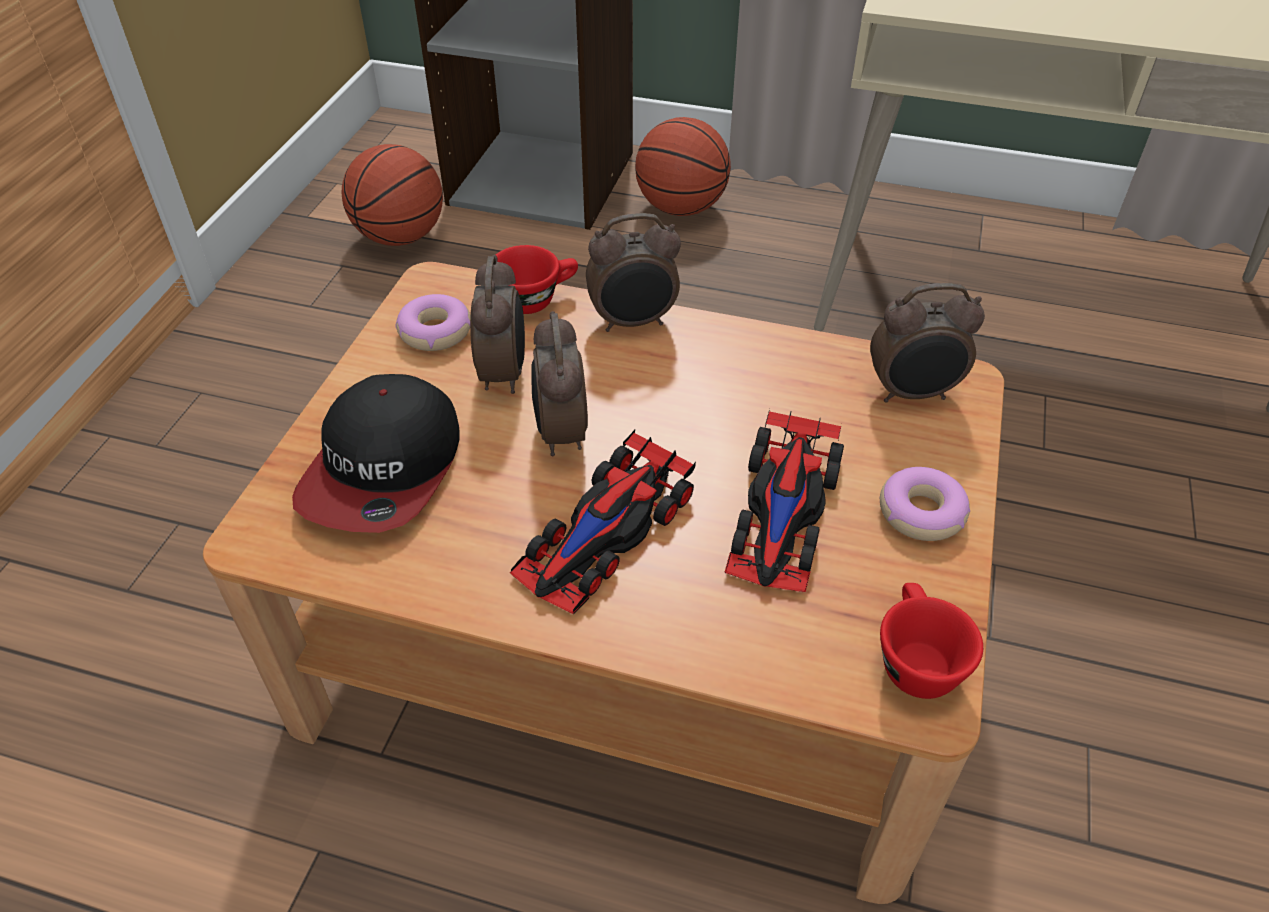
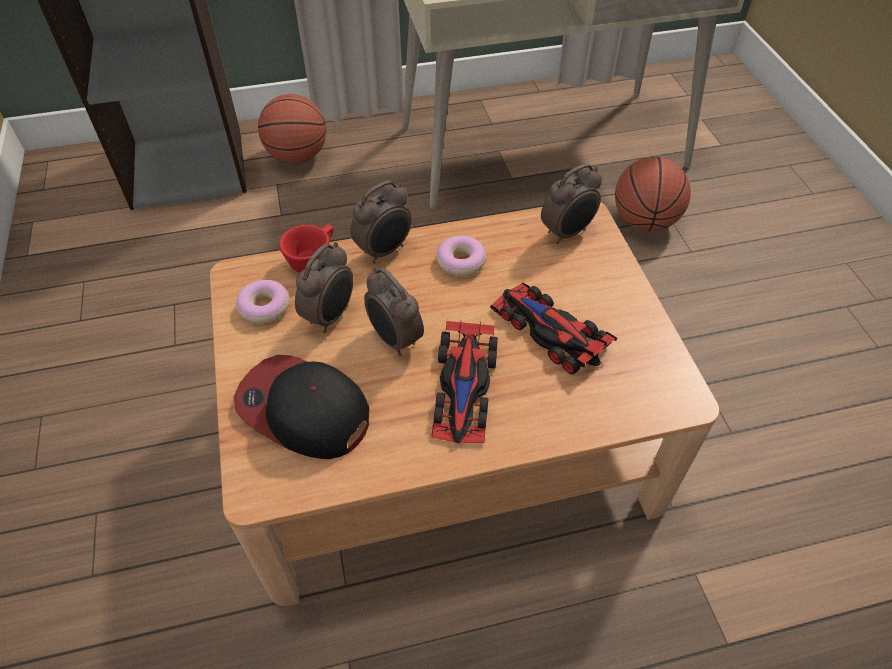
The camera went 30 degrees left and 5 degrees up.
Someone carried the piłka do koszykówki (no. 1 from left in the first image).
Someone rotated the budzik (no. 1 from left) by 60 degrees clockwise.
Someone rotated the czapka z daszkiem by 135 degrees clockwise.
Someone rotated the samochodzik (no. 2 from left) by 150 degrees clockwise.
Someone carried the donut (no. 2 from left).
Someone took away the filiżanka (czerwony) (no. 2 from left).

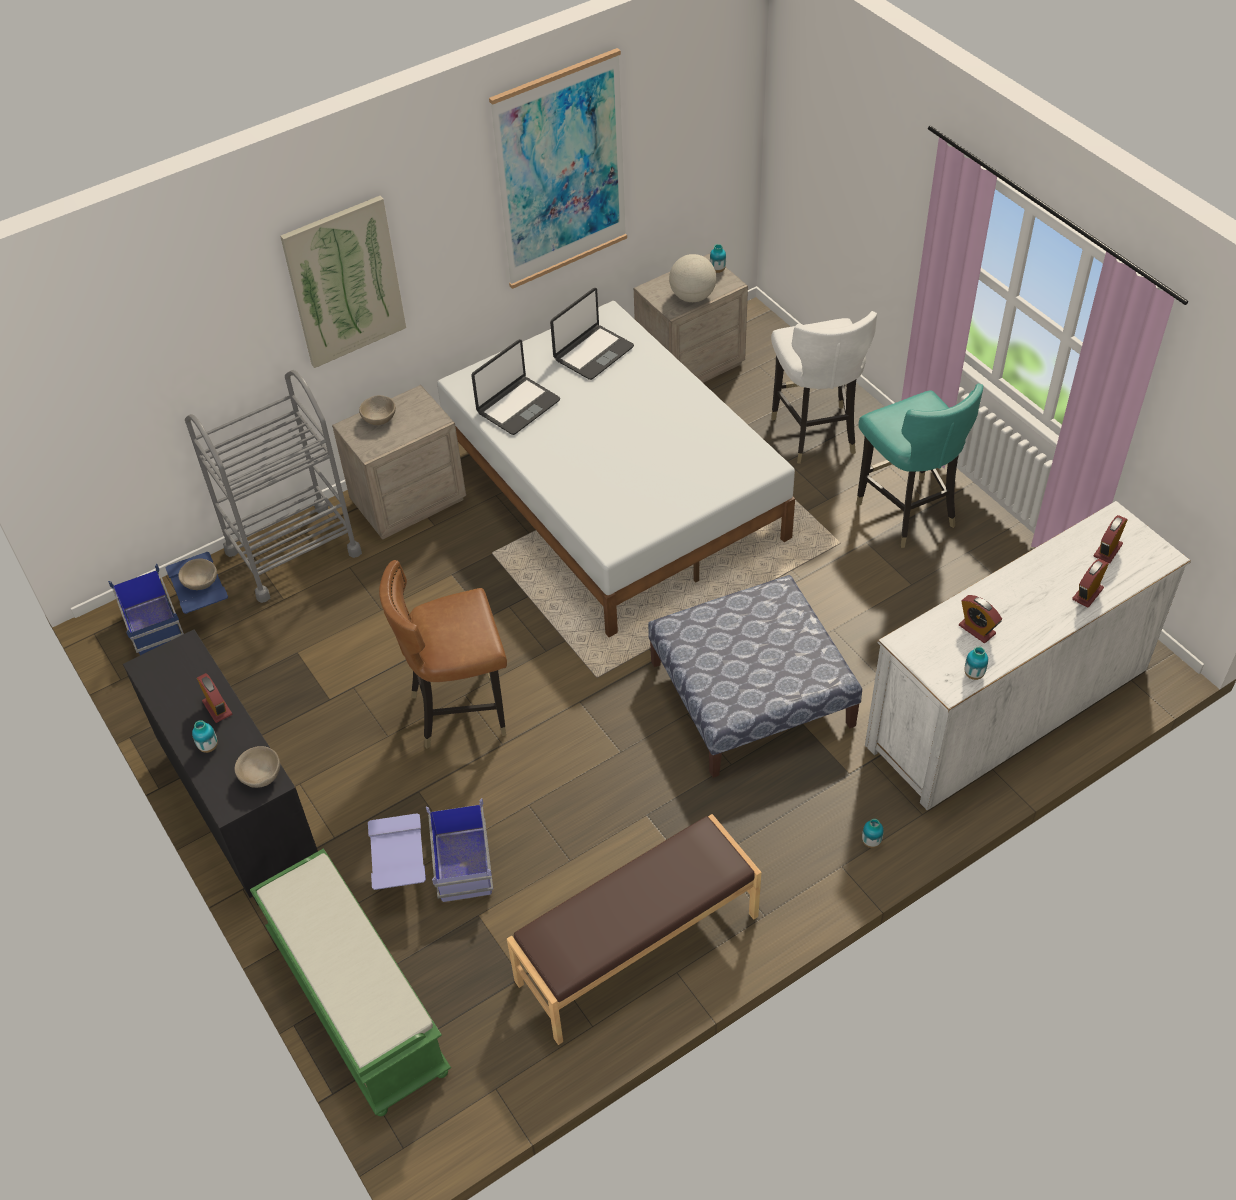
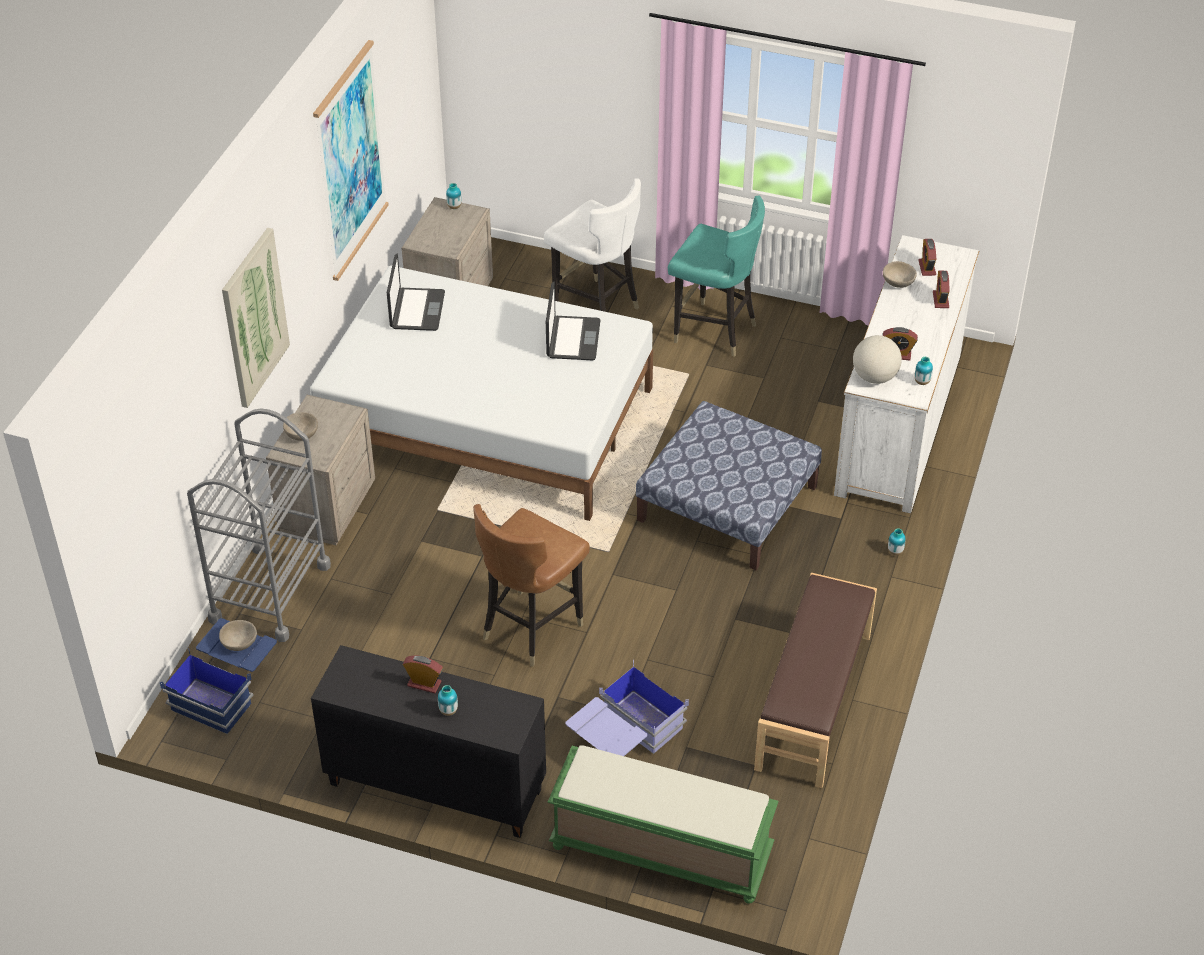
The camera went 40 degrees left and 5 degrees down.
Someone carried the globus.
Someone carried the laptop (no. 1 from left in the first image).
Someone carried the miska (beżowy) (no. 2 from left in the first image).

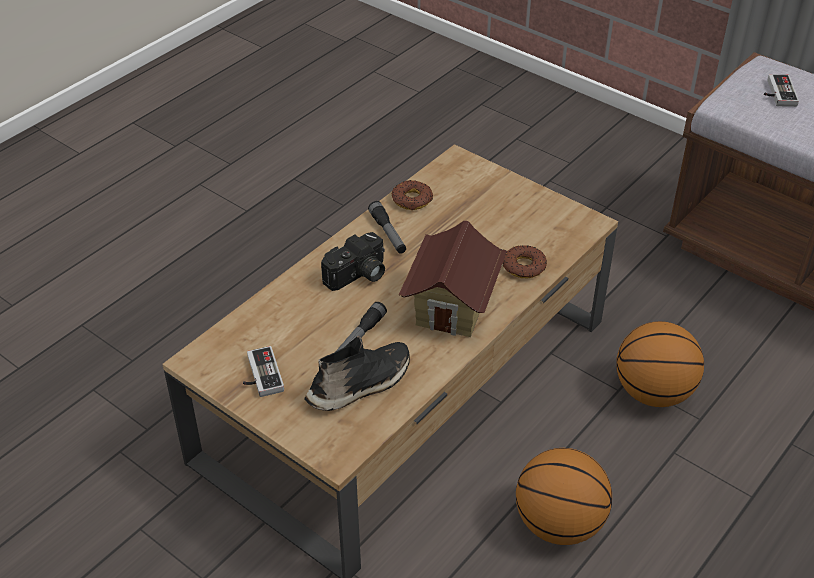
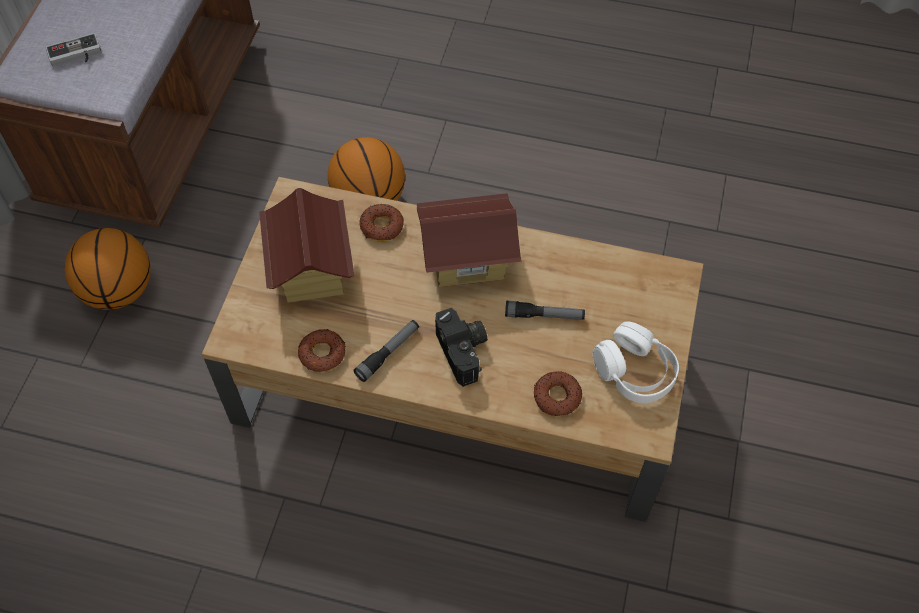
The camera went 115 degrees left and 15 degrees up.
Someone rotated the aparat fotograficzny by 45 degrees clockwise.
Someone took away the but (czarny).
Someone swapped the pad do gier (no. 1 from left) for the słuchawki (biały).
Someone carried the piłka do koszykówki (no. 1 from left).
Someone put down the domek (no. 1 from left).
Someone put down the donut (no. 3 from left).

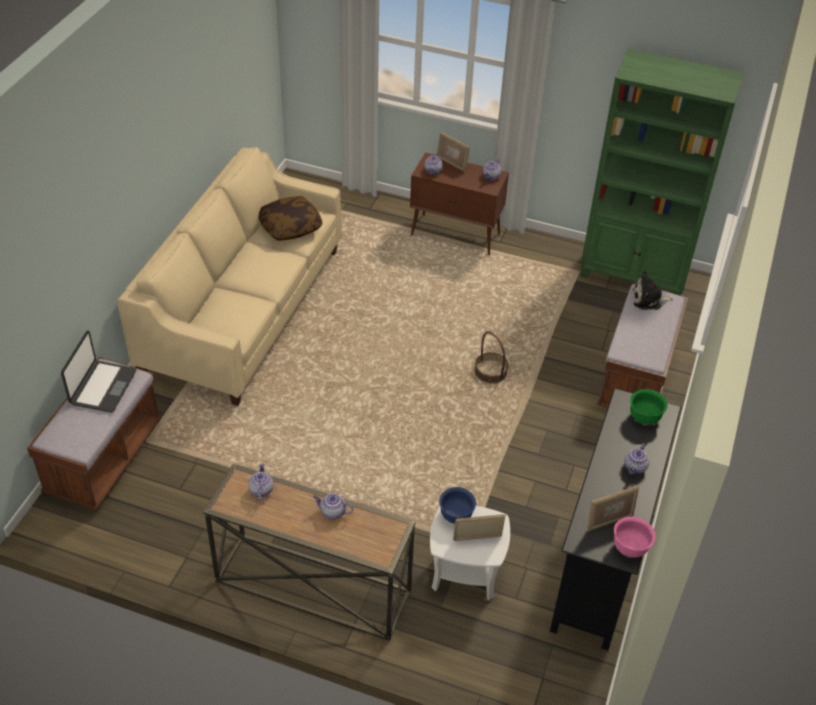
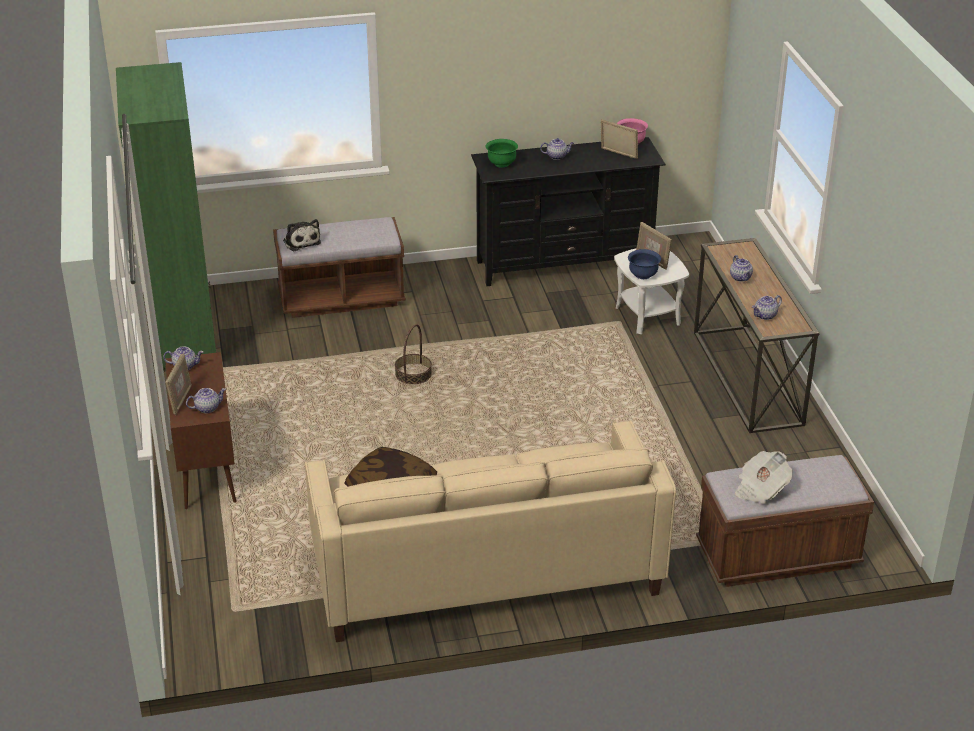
The camera went 120 degrees left and 10 degrees down.
Someone swapped the laptop for the gazeta.

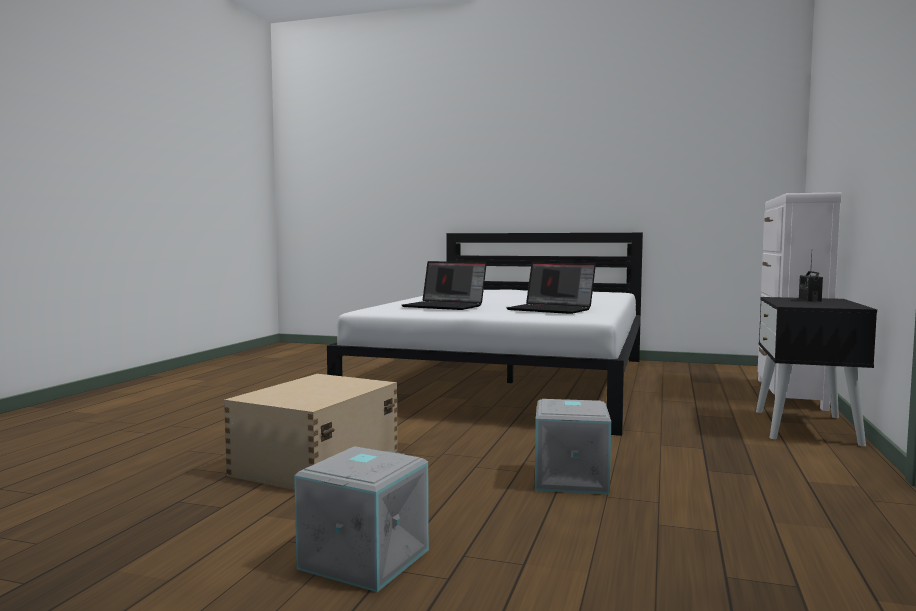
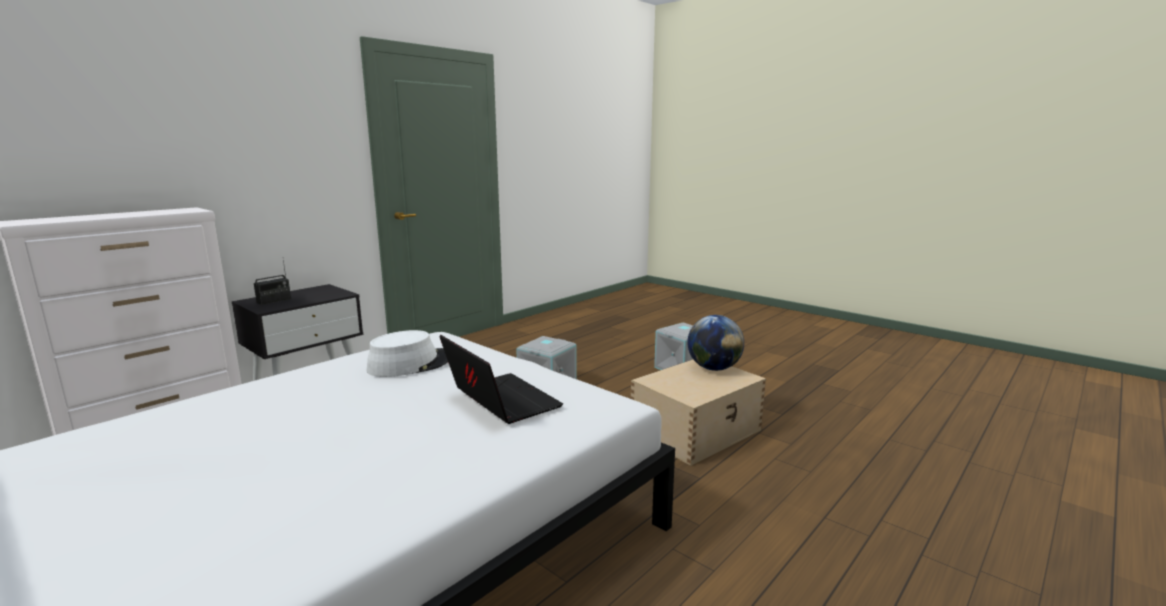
The camera went 155 degrees left and 10 degrees up.
Someone swapped the laptop (no. 2 from left) for the kapelusz (biały).
Someone put down the globus.

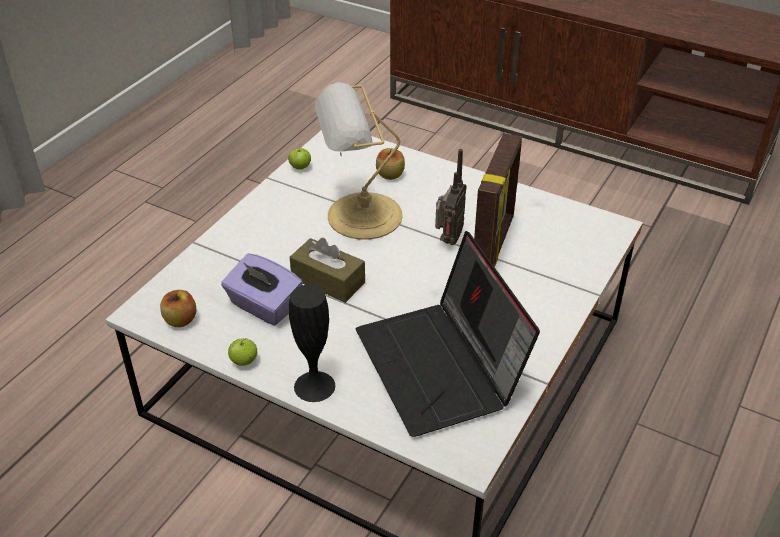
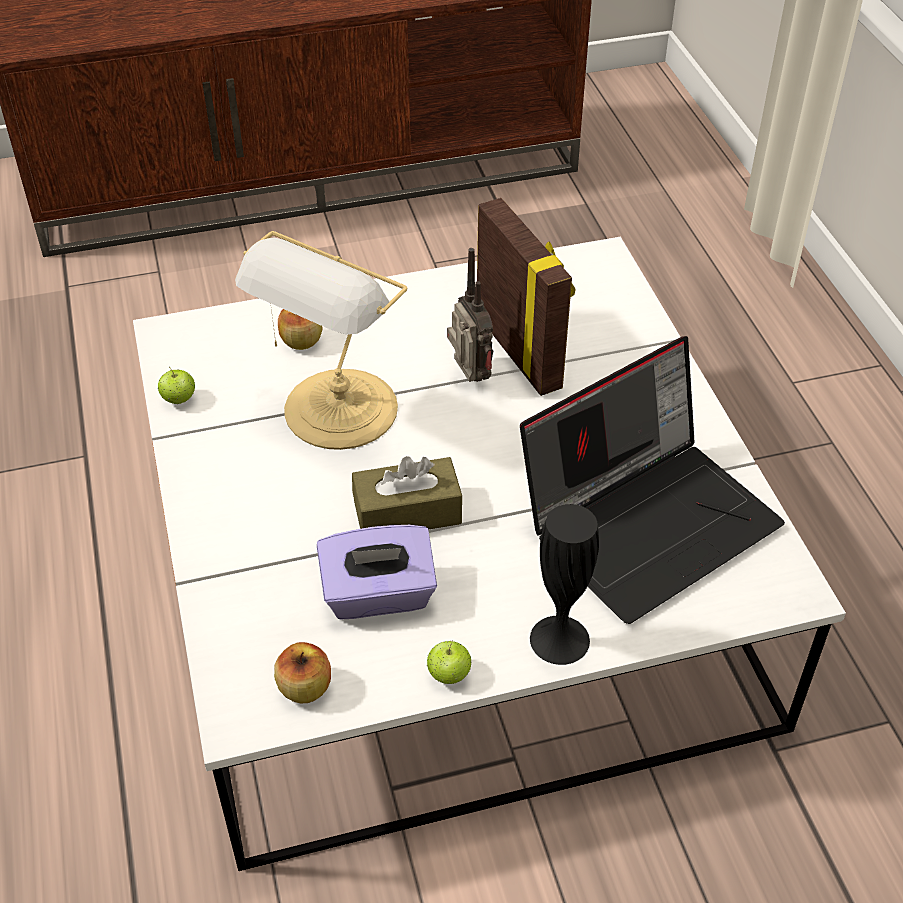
The camera went 45 degrees left and 5 degrees up.
Someone rotated the laptop by 60 degrees counterclockwise.

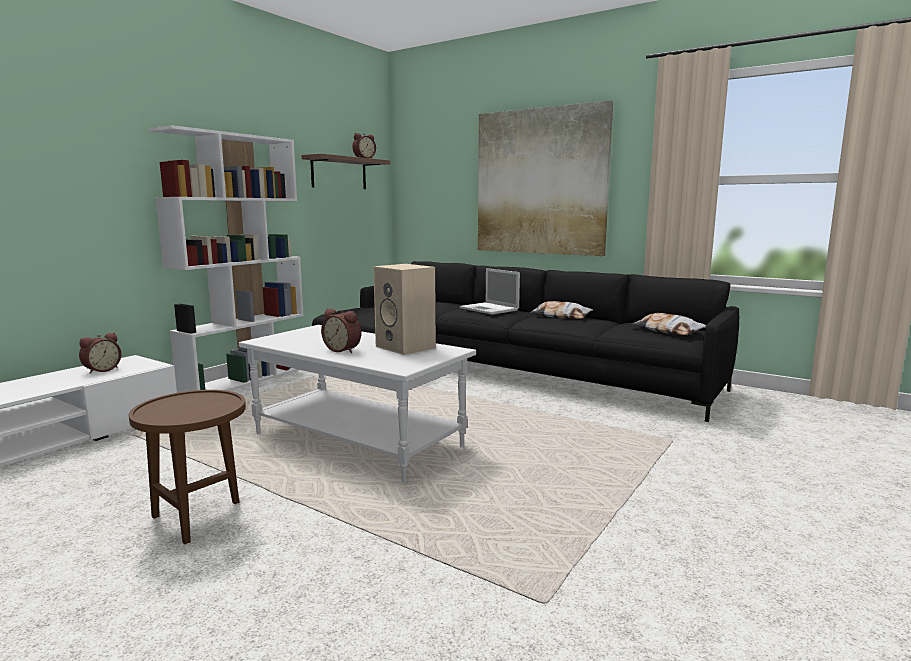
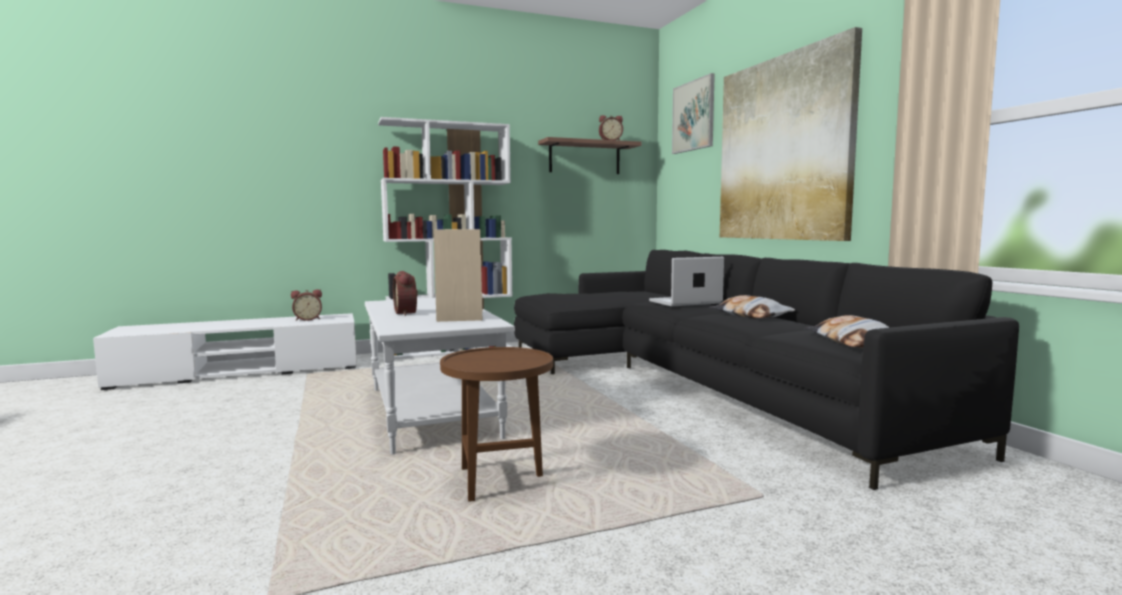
The camera went 35 degrees right and 5 degrees down.
Someone rotated the laptop by 75 degrees clockwise.
Someone carried the stolik (brązowy).
Someone put up the obraz (no. 1 from left).

